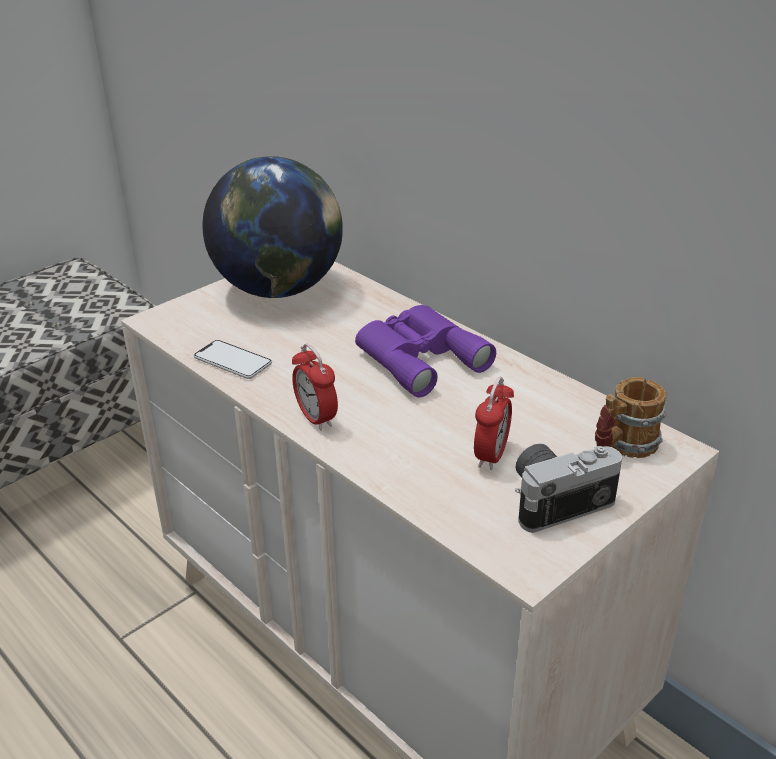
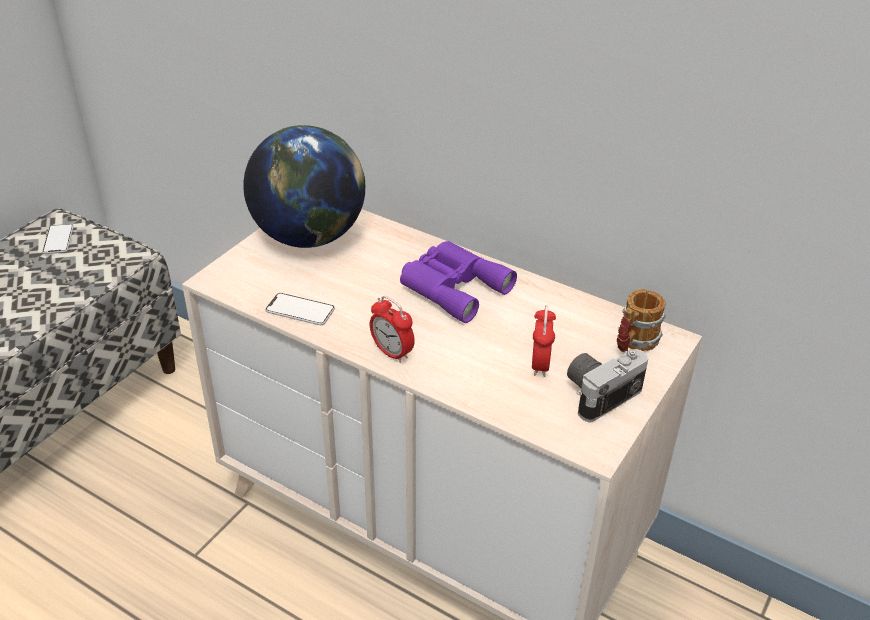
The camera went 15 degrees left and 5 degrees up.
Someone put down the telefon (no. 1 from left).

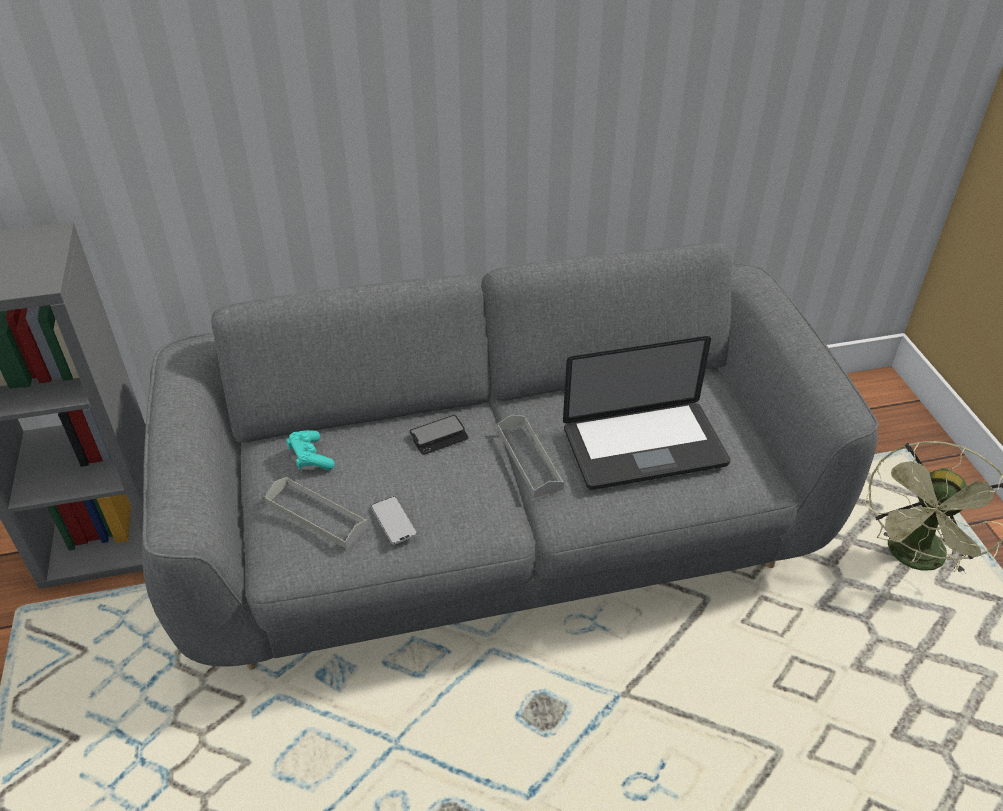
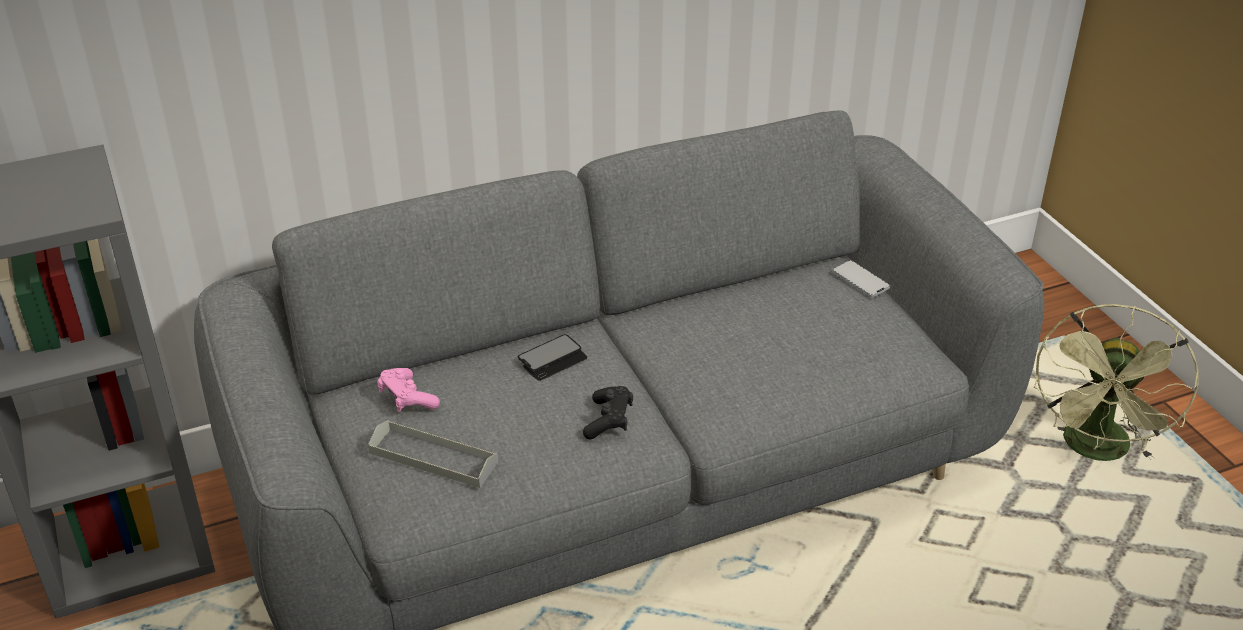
The camera went 10 degrees left and 5 degrees down.
Someone took away the laptop.
Someone took away the taca (szary) (no. 2 from left).
Someone repainted the pad do gier (turkusowy), which became the pad do gier (różowy).
Someone carried the telefon (no. 1 from left in the first image).
Someone put down the pad do gier (czarny).

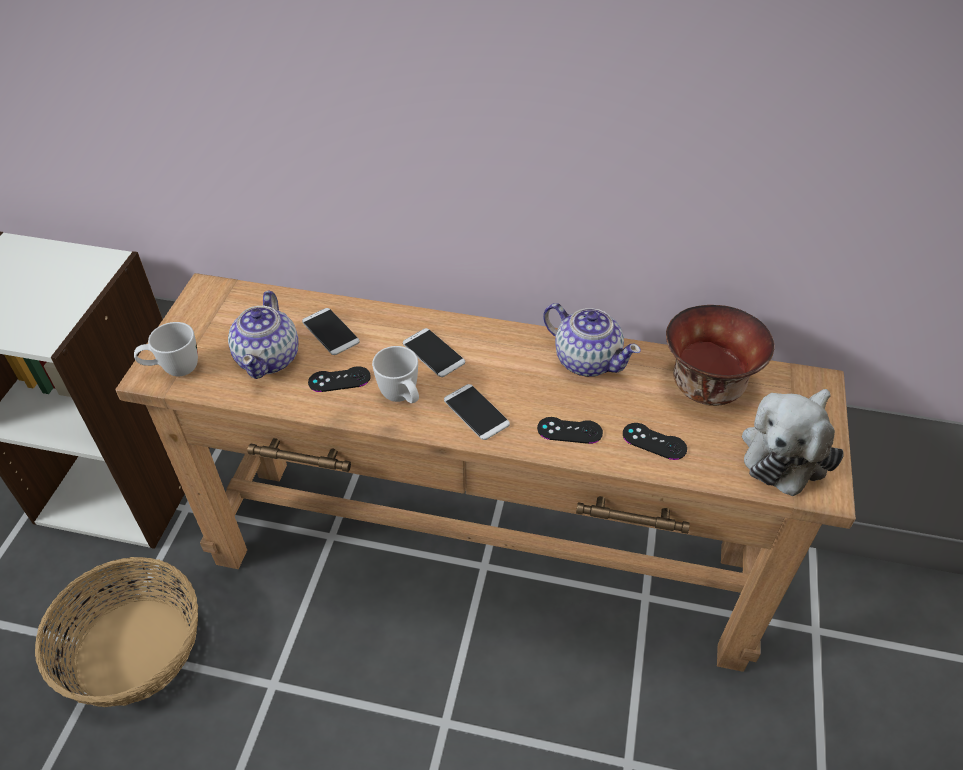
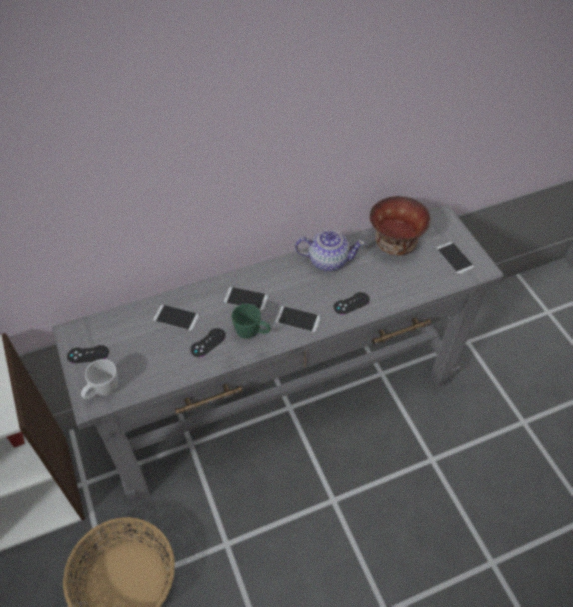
The camera went 35 degrees left and 5 degrees up.
Someone repainted the stolik konsolowy (brązowy), which became the stolik konsolowy (szary).
Someone took away the imbryk (no. 1 from left).
Someone repainted the kubek (biały) (no. 2 from left), which became the kubek (zielony).
Someone swapped the pluszak for the telefon (no. 4 from left).
Someone carried the pad do gier (czarny) (no. 3 from left in the first image).

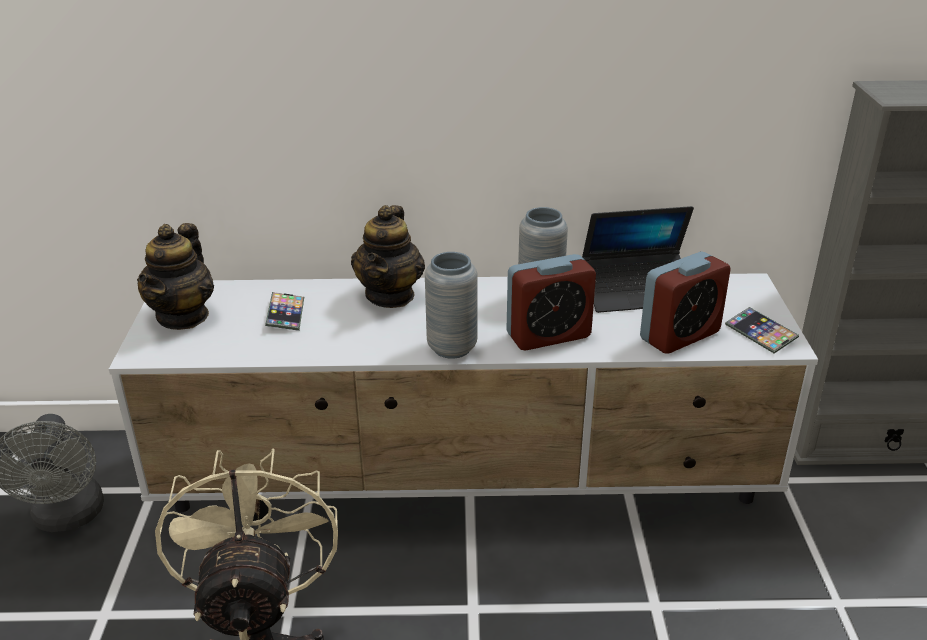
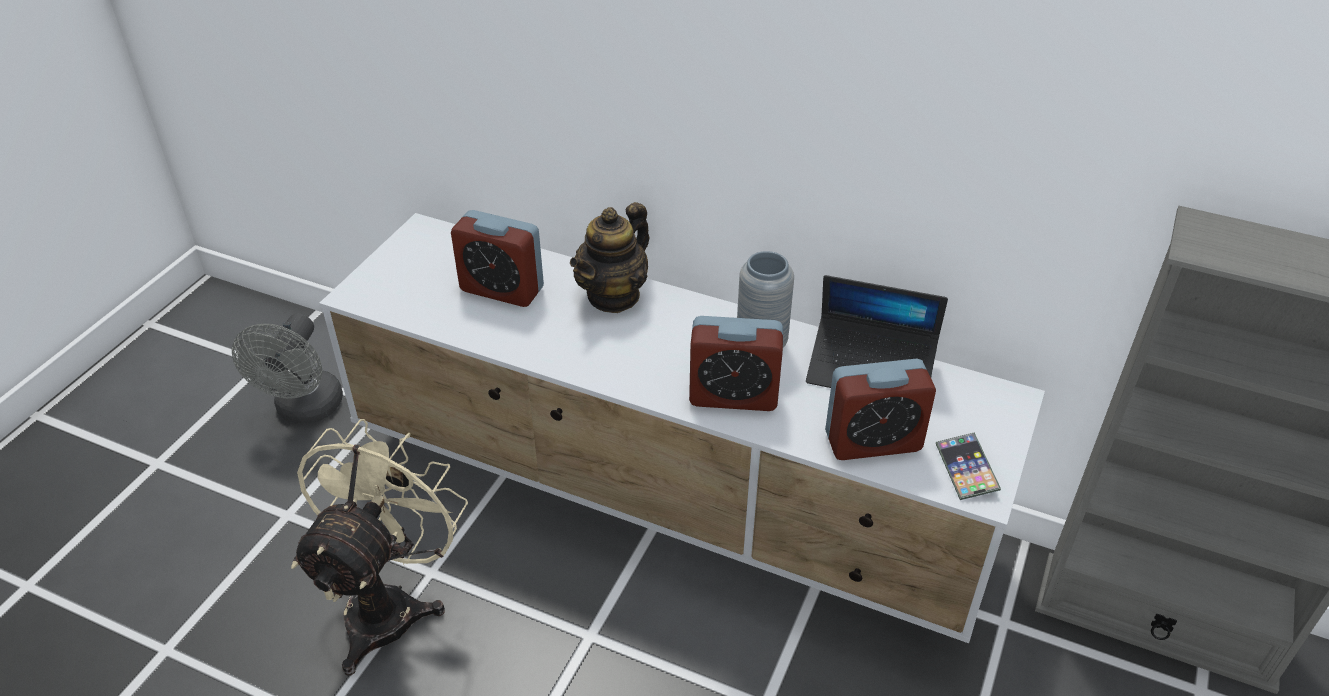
The camera went 25 degrees right and 10 degrees up.
Someone took away the imbryk (no. 1 from left).
Someone took away the wazon (szary) (no. 1 from left).
Someone swapped the telefon (no. 1 from left) for the budzik (no. 1 from left).

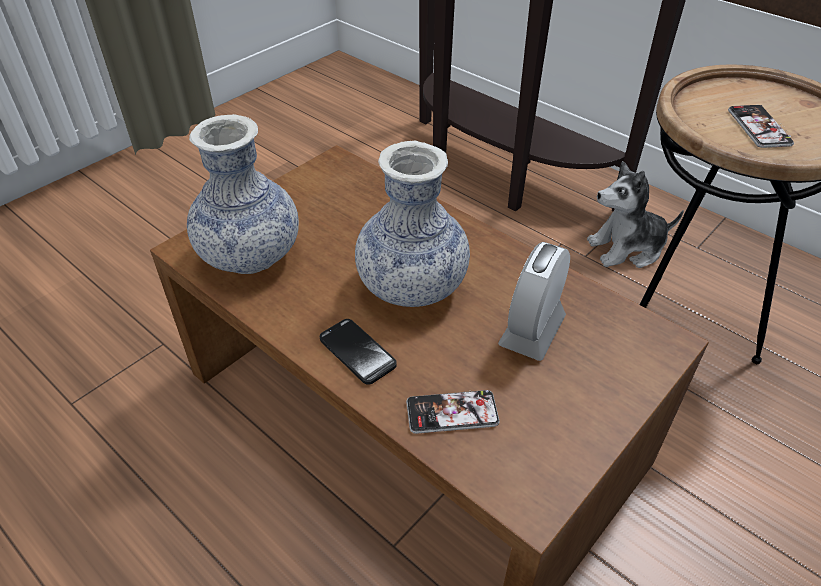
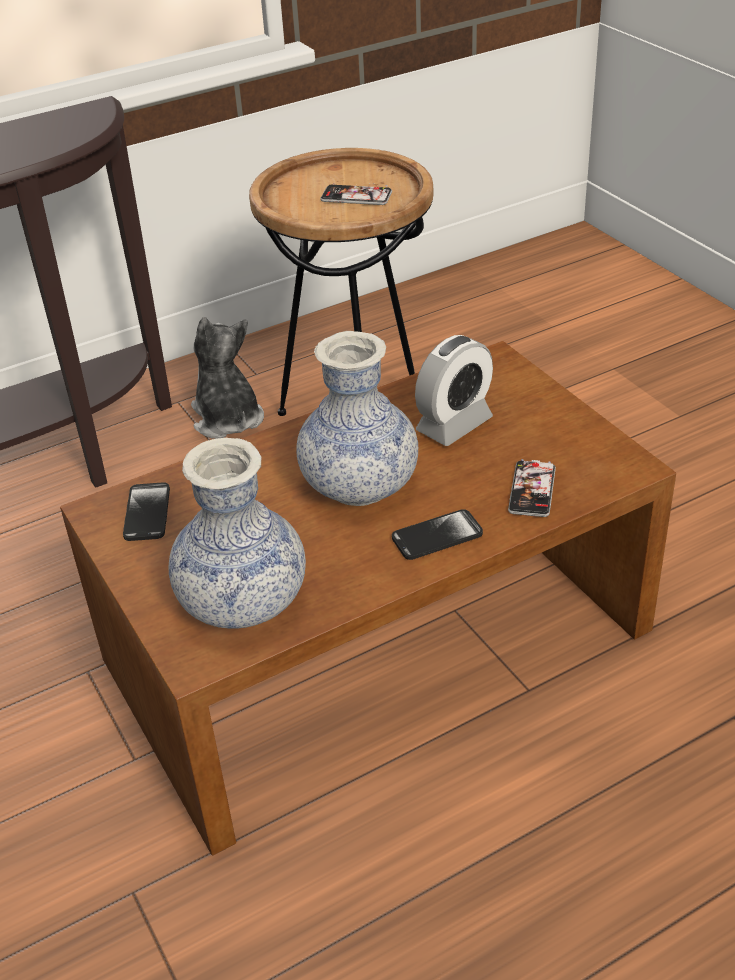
The camera went 70 degrees left and 5 degrees down.
Someone rotated the pluszak by 150 degrees clockwise.
Someone rotated the budzik by 90 degrees counterclockwise.
Someone put down the telefon (no. 1 from left).

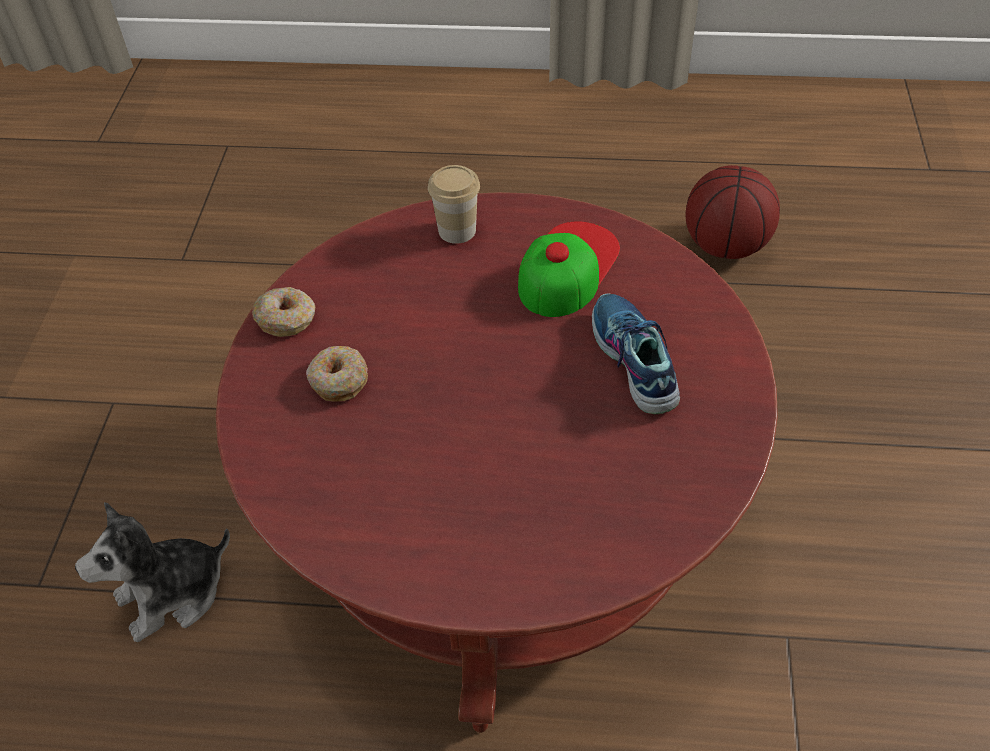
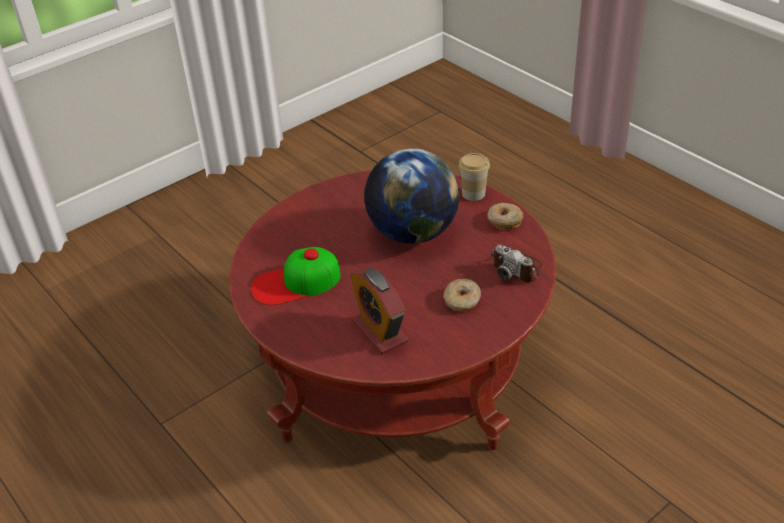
The camera went 135 degrees left and 10 degrees down.
Someone carried the filiżanka.
Someone took away the piłka do koszykówki.
Someone carried the donut (no. 1 from left in the first image).
Someone took away the but.
Someone took away the pluszak.
Someone put down the globus.
Someone put down the aparat fotograficzny.
Someone put down the budzik.

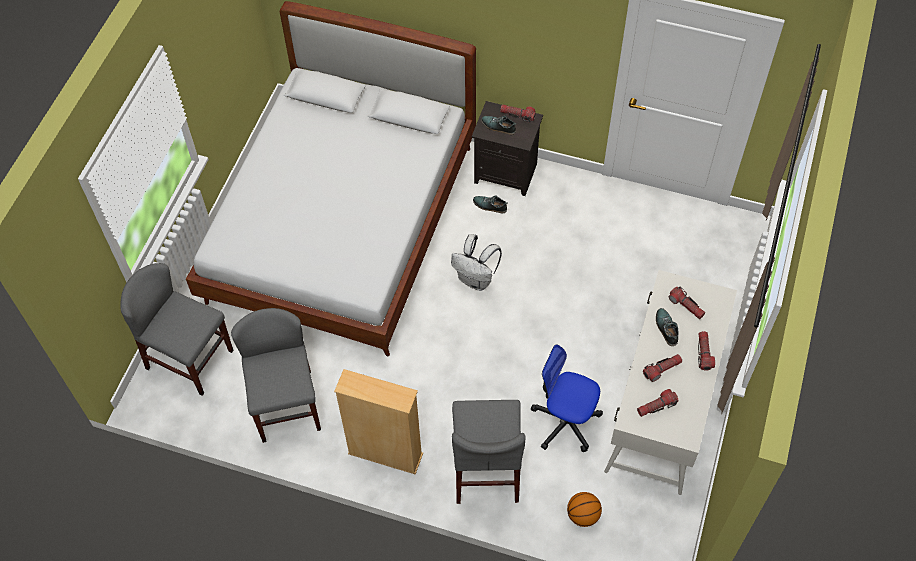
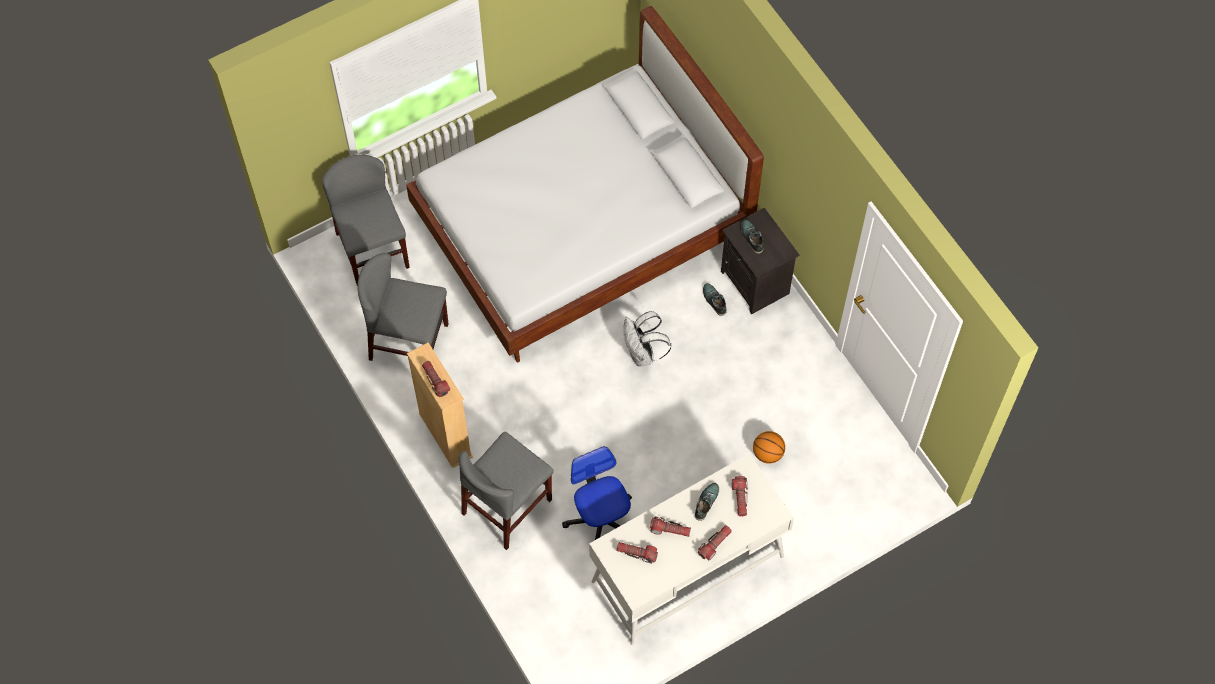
The camera went 40 degrees right and 5 degrees up.
Someone carried the latarka (no. 1 from left).
Someone rotated the krzesło (szary) (no. 2 from left) by 105 degrees counterclockwise.
Someone carried the piłka do koszykówki.

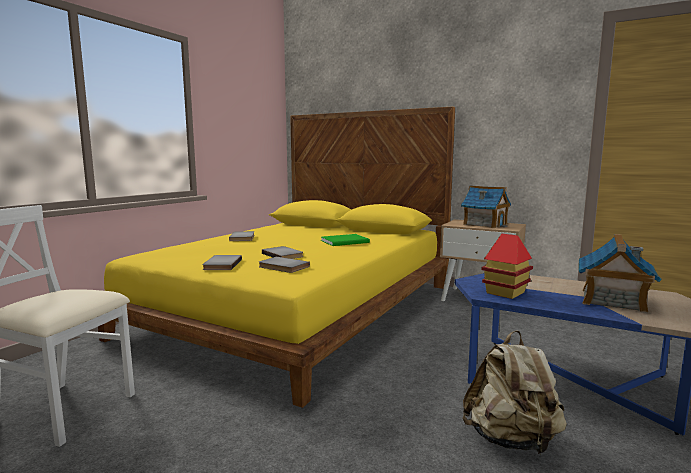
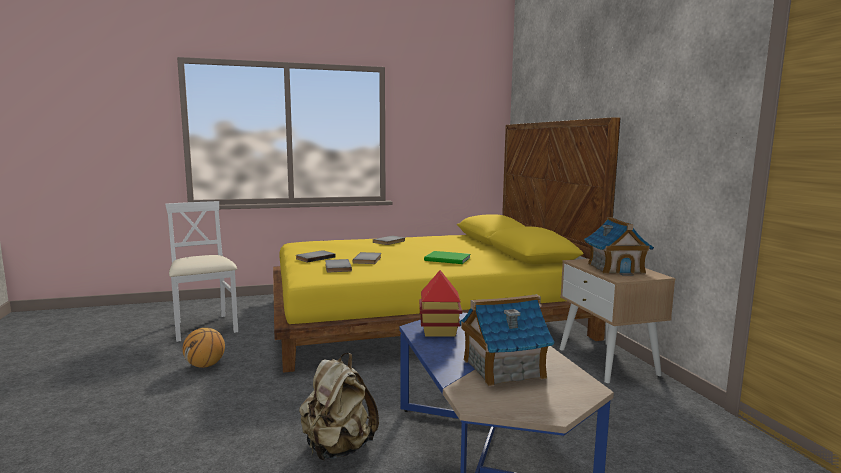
The camera went 45 degrees right and 0 degrees up.
Someone put down the piłka do koszykówki.

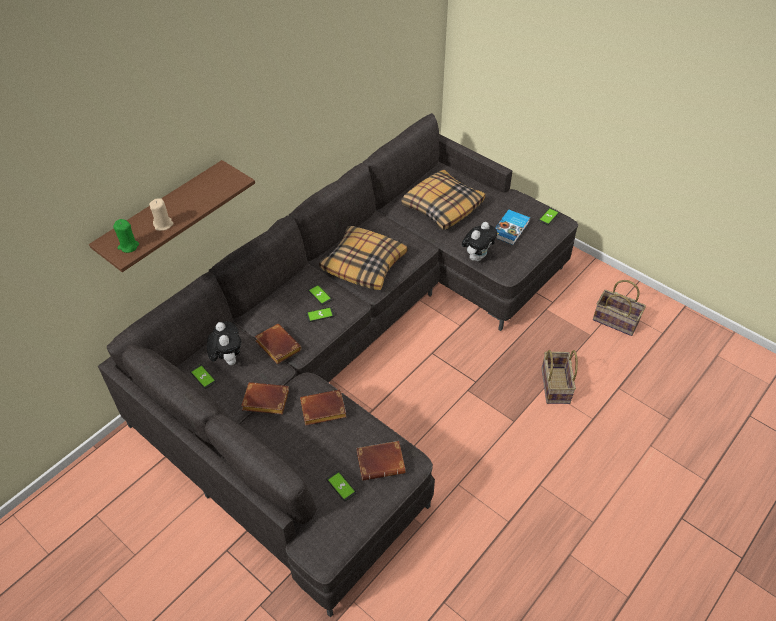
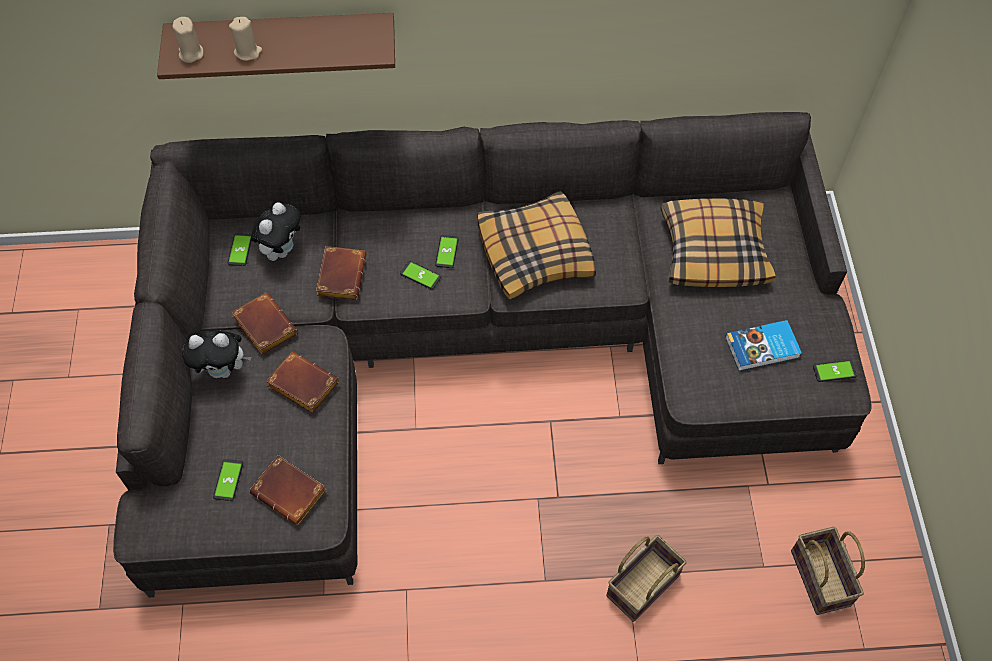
The camera went 45 degrees right and 10 degrees up.
Someone repainted the świeca (zielony), which became the świeca (beżowy) (no. 1 from left).
Someone carried the pluszak (no. 2 from left in the first image).

